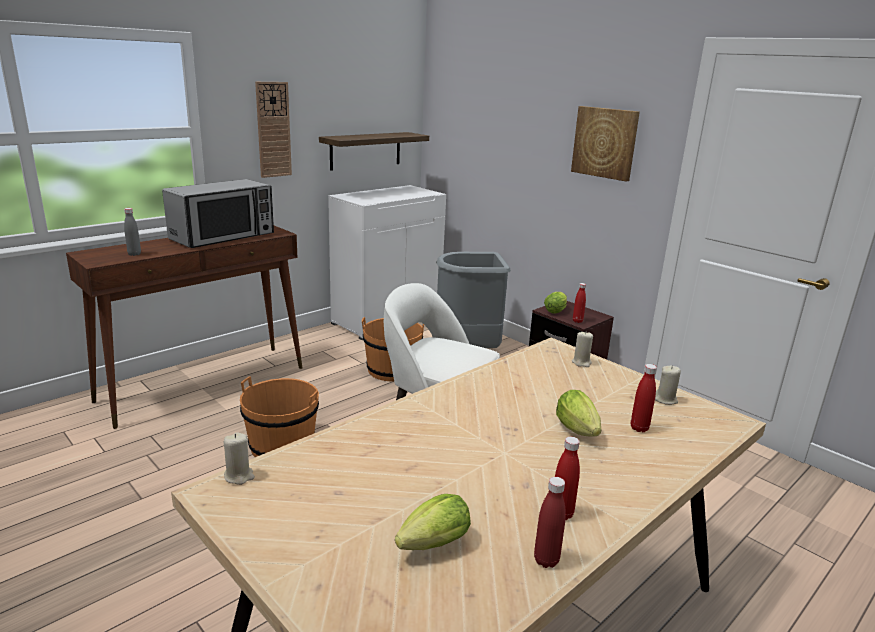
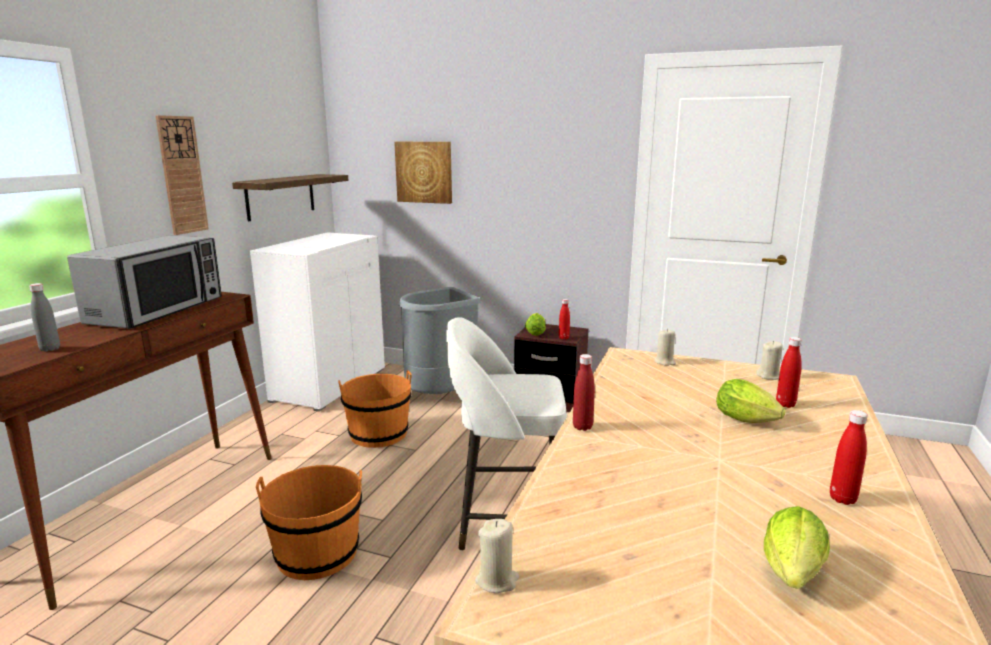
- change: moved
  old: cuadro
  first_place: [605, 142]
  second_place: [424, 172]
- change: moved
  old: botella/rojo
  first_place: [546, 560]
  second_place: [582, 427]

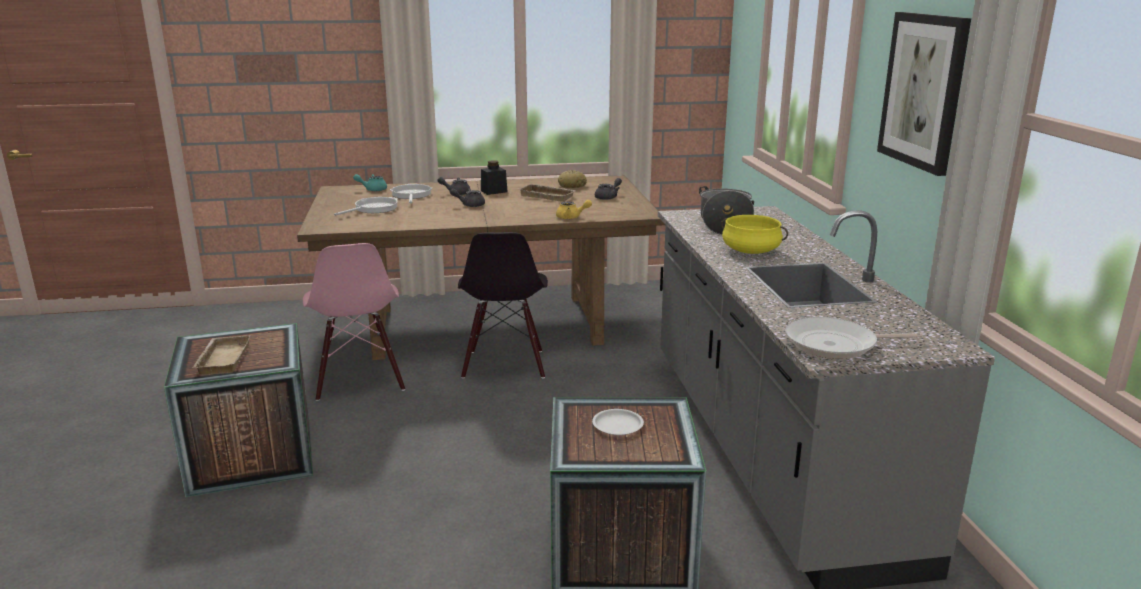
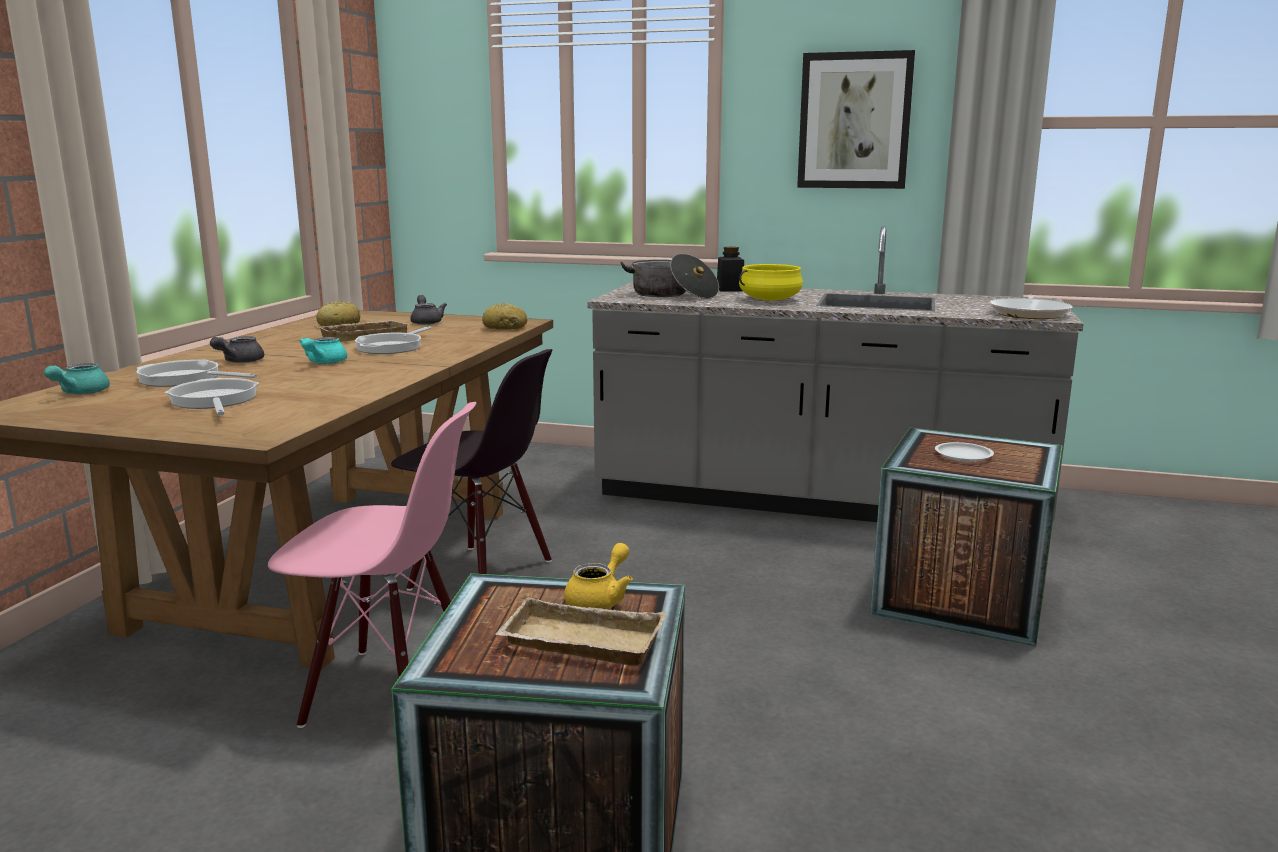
- change: moved
  old: tarro/negro
  first_place: [494, 191]
  second_place: [730, 289]
- change: recoloured
  old: tetera/gris
  new: tetera/turquesa
  first_place: [469, 205]
  second_place: [323, 362]
- change: moved
  old: tetera/amarillo
  first_place: [571, 217]
  second_place: [600, 599]
- change: added
  new: pan
  second_place: [505, 327]
- change: added
  new: sartén
  second_place: [392, 347]

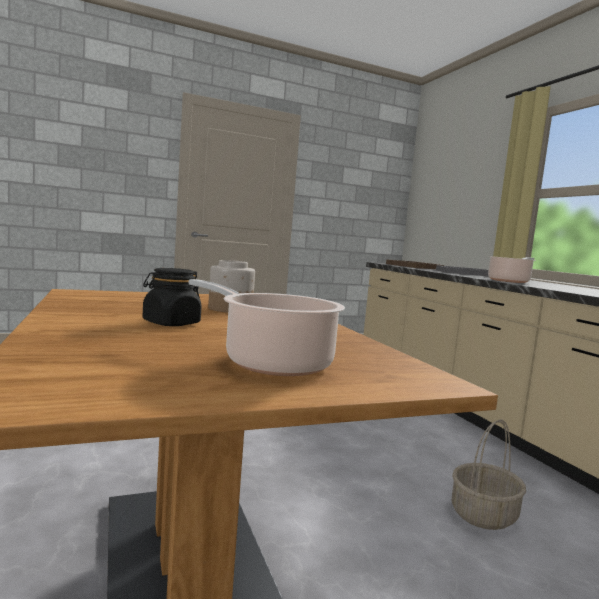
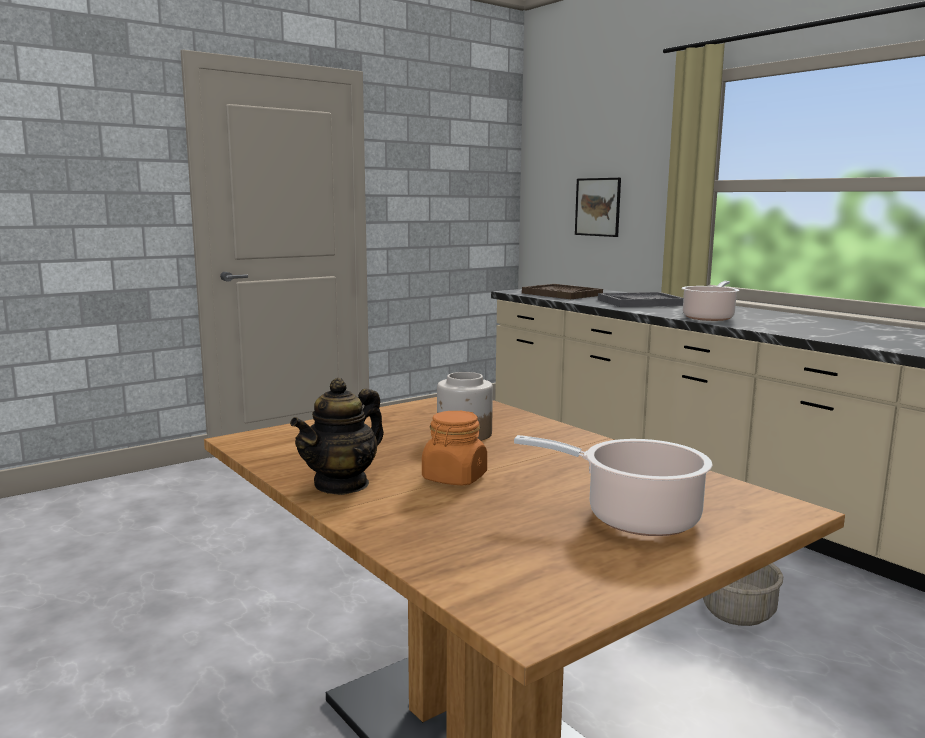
- change: recoloured
  old: tarro/negro
  new: tarro/naranja
  first_place: [171, 323]
  second_place: [454, 478]
- change: added
  new: cuadro
  second_place: [598, 207]
- change: added
  new: tetera
  second_place: [342, 484]

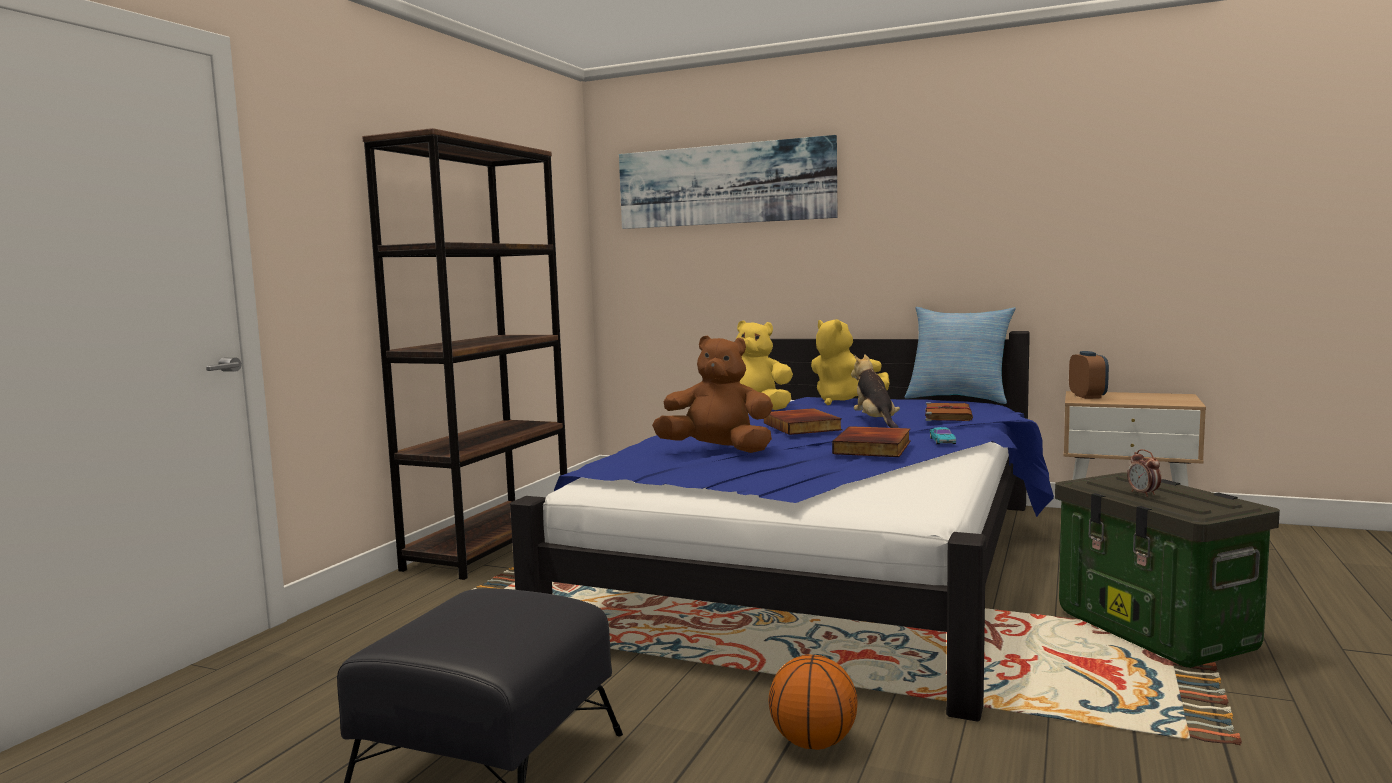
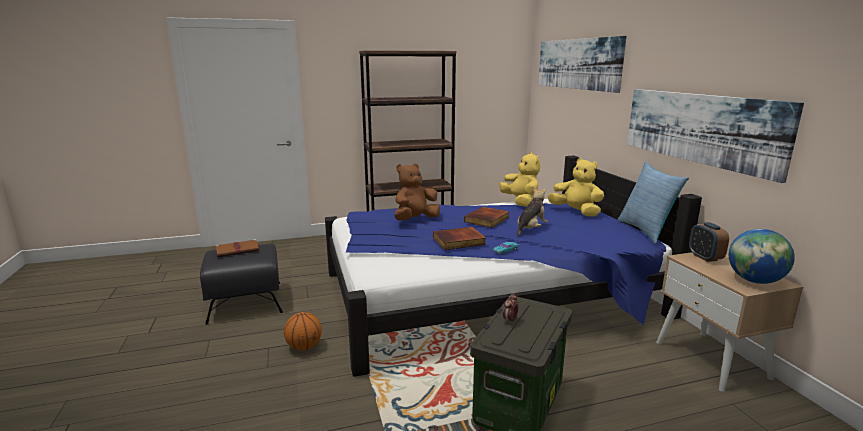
- change: turned
  old: peluche/amarillo
  first_place: [844, 402]
  second_place: [576, 212]
  degrees: 120
- change: turned
  old: peluche/marrón
  first_place: [718, 450]
  second_place: [415, 220]
  degrees: -105
- change: turned
  old: despertador
  first_place: [1087, 396]
  second_place: [705, 257]
  degrees: 120
- change: moved
  old: libro/marrón
  first_place: [947, 415]
  second_place: [238, 250]
- change: added
  new: cuadro
  second_place: [699, 128]
- change: added
  new: globo terráqueo
  second_place: [755, 281]

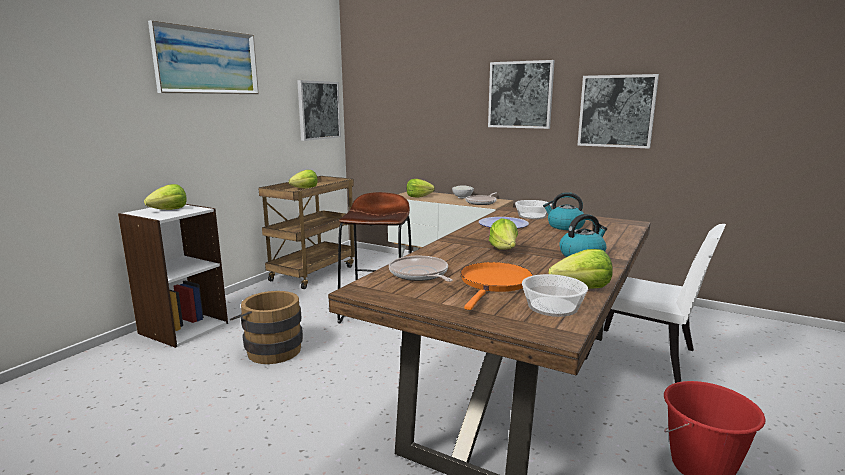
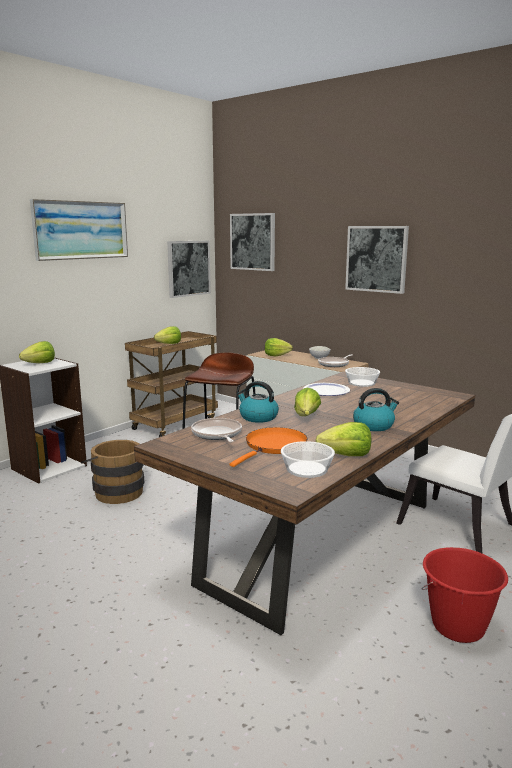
- change: moved
  old: cuadro
  first_place: [616, 111]
  second_place: [253, 242]
- change: moved
  old: hervidor
  first_place: [564, 226]
  second_place: [258, 417]

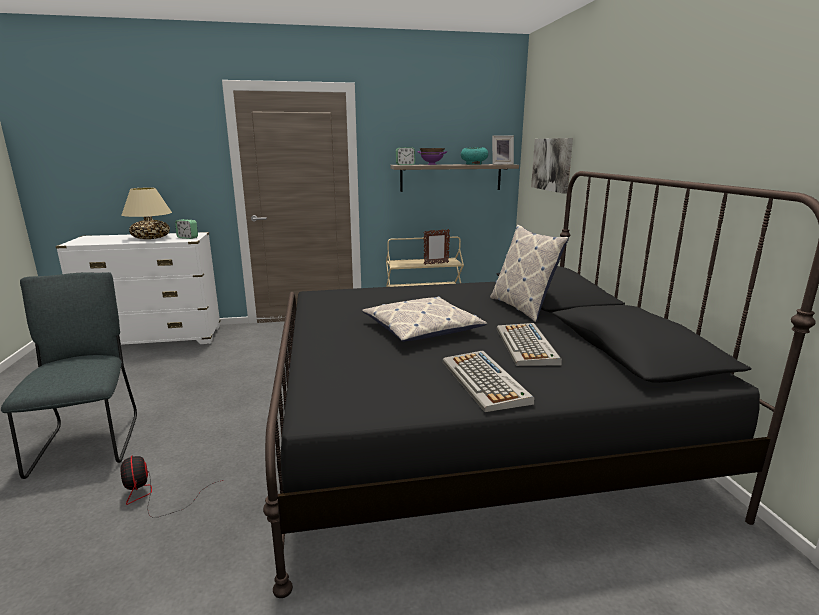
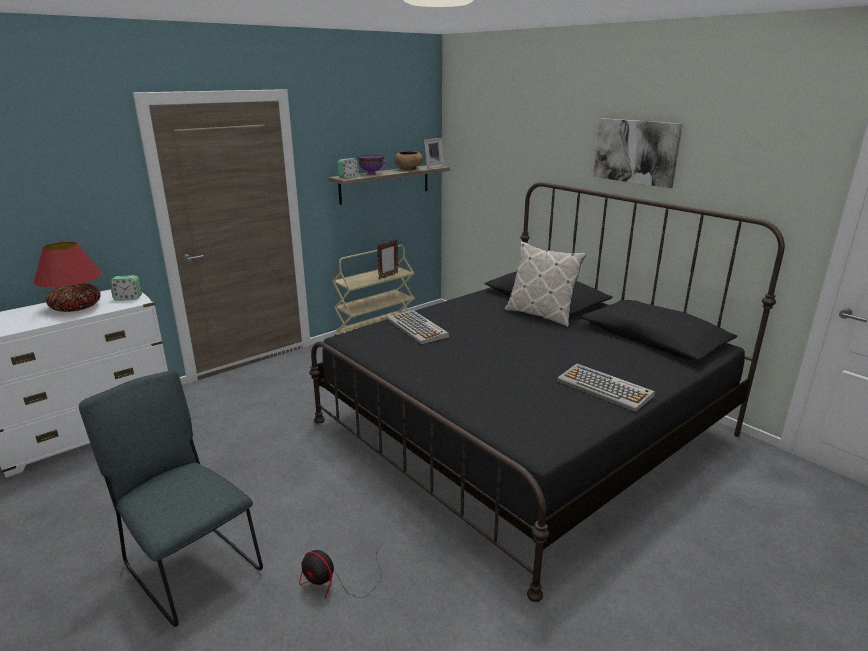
- change: moved
  old: cuadro
  first_place: [552, 164]
  second_place: [636, 151]
- change: recoloured
  old: cuenco/turquesa
  new: cuenco/marrón
  first_place: [474, 164]
  second_place: [409, 169]
- change: recoloured
  old: lámpara de mesa/beis
  new: lámpara de mesa/rojo
  first_place: [151, 238]
  second_place: [76, 307]
- change: removed
  old: cojín
  first_place: [422, 328]
- change: moved
  old: teclado
  first_place: [527, 346]
  second_place: [418, 328]

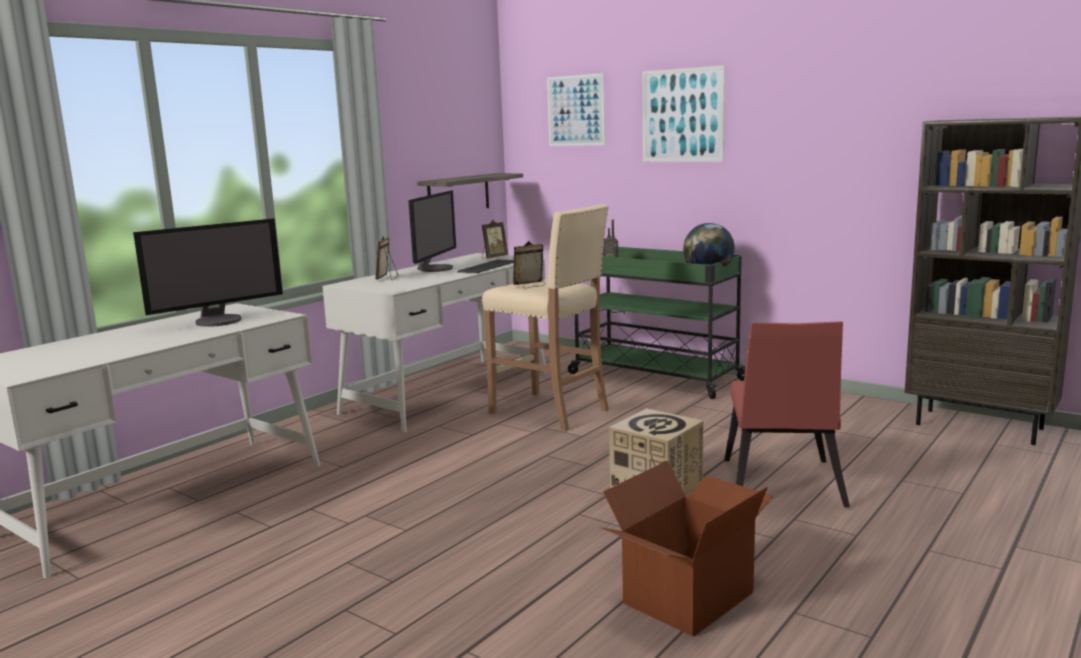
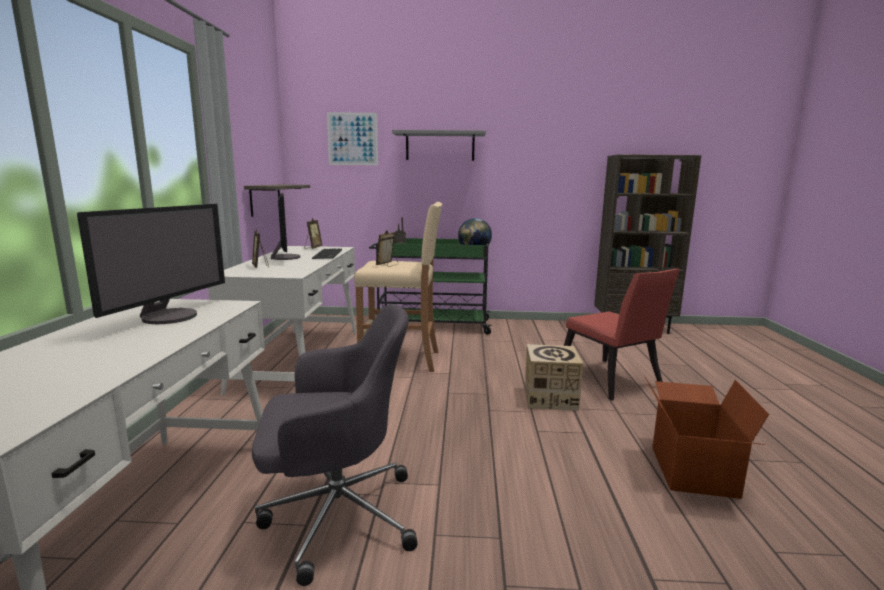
- change: replaced
  old: cuadro
  new: estante/gris
  first_place: [682, 115]
  second_place: [440, 146]
- change: added
  new: silla de oficina/gris
  second_place: [336, 515]

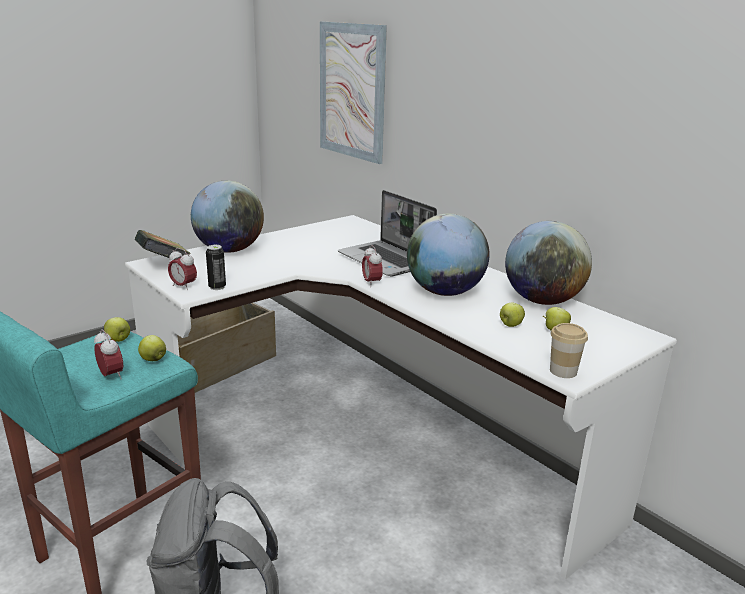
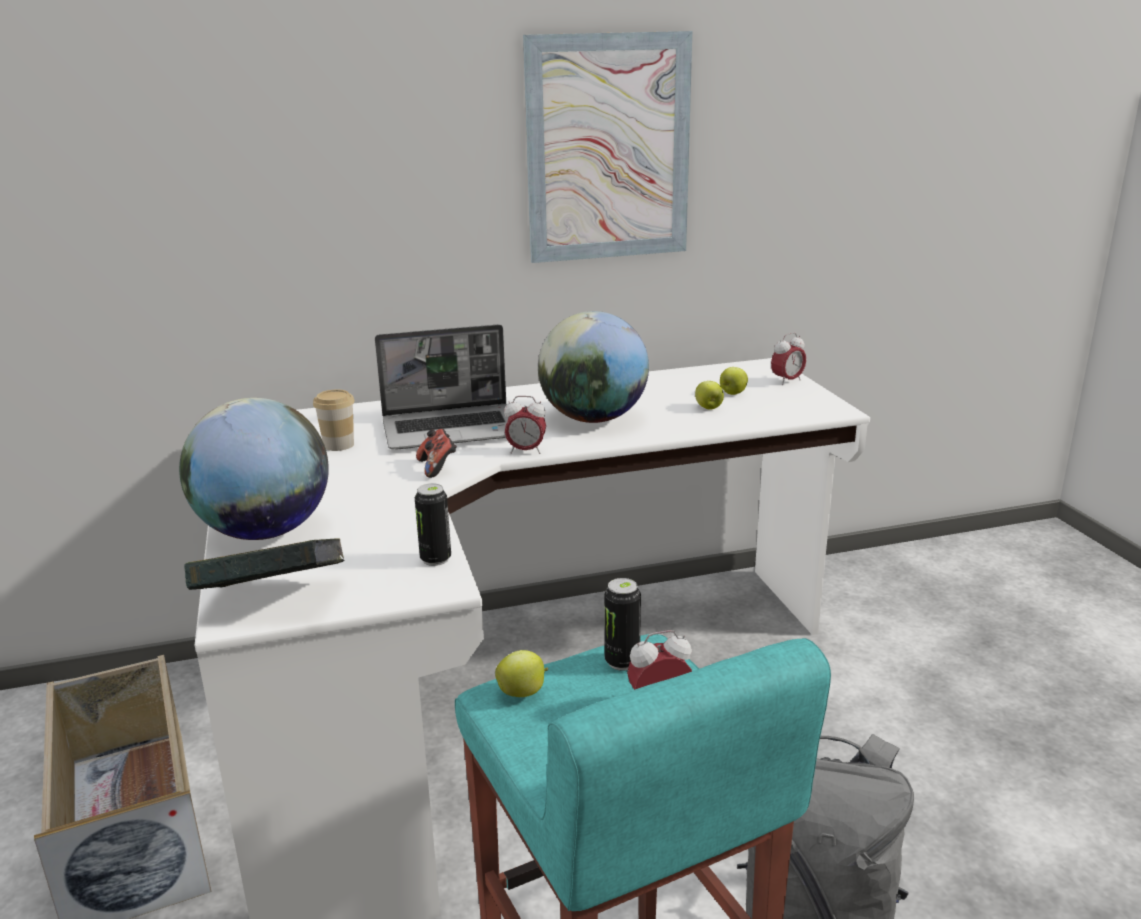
- change: moved
  old: cuadro
  first_place: [352, 91]
  second_place: [608, 149]
- change: removed
  old: globo terráqueo
  first_place: [542, 301]
- change: moved
  old: despertador
  first_place: [183, 286]
  second_place: [787, 381]
- change: moved
  old: taza
  first_place: [563, 371]
  second_place: [338, 445]
- change: replaced
  old: manzana
  new: lata
  first_place: [153, 359]
  second_place: [622, 662]
- change: added
  new: mando de consola
  second_place: [437, 467]

